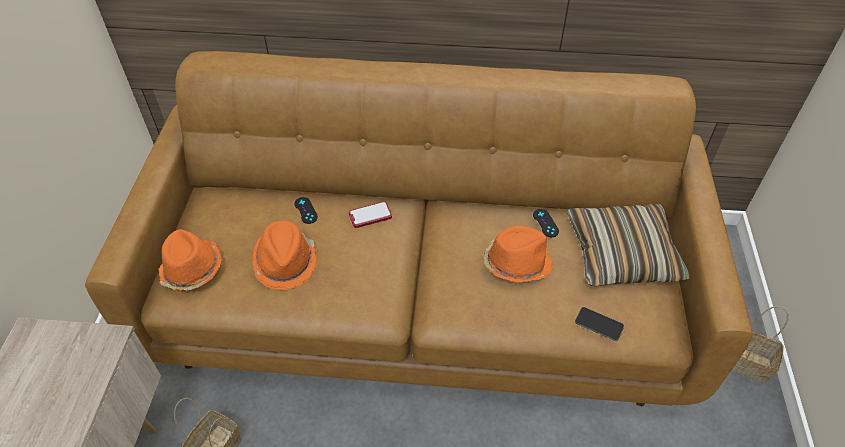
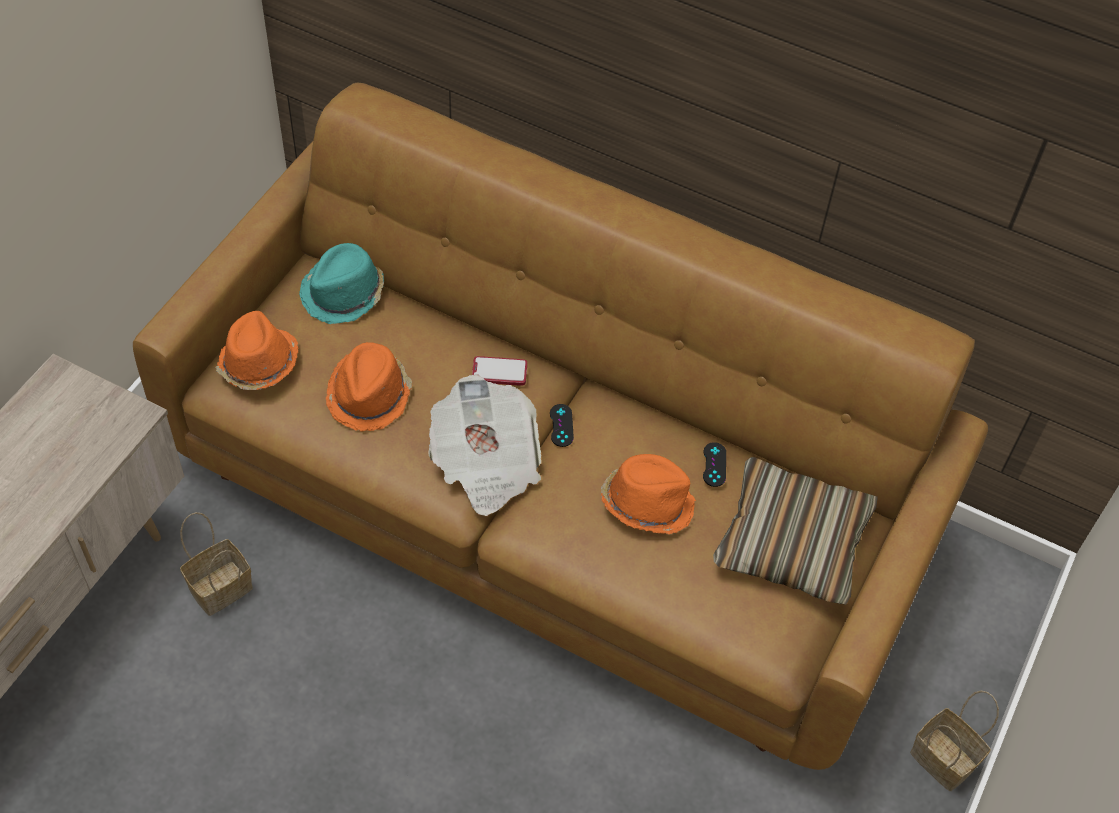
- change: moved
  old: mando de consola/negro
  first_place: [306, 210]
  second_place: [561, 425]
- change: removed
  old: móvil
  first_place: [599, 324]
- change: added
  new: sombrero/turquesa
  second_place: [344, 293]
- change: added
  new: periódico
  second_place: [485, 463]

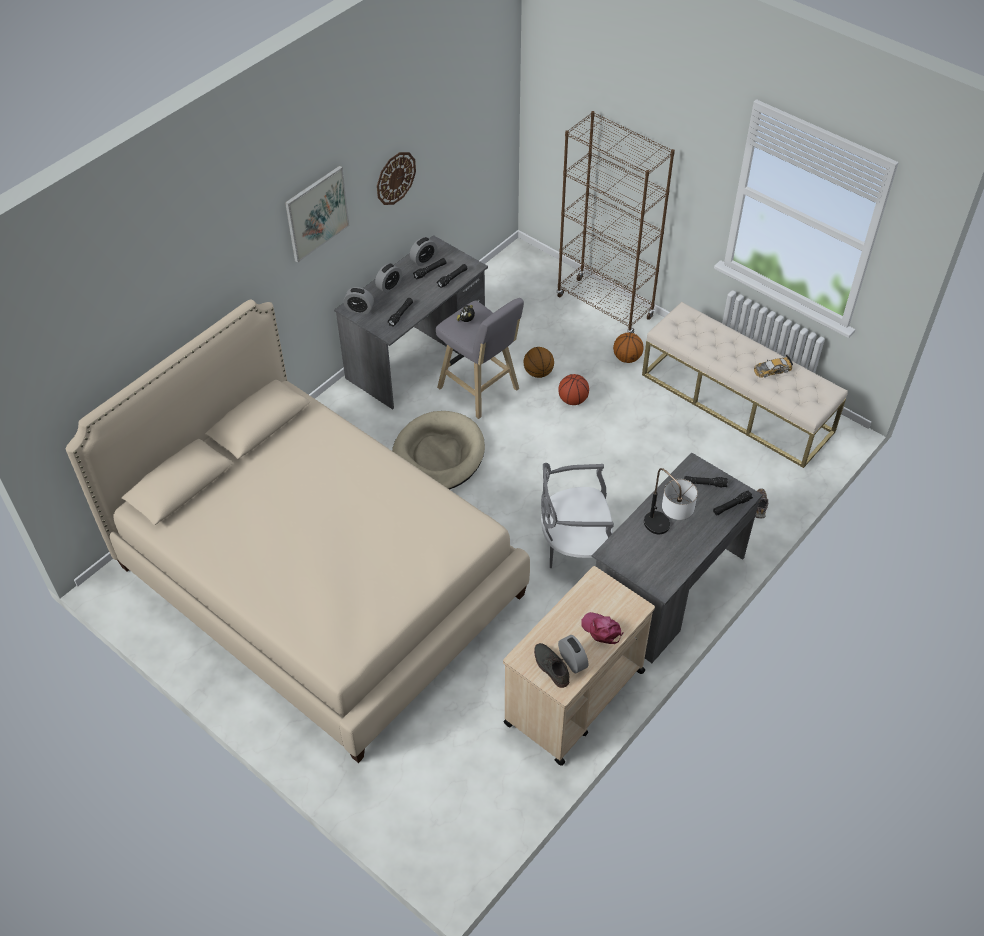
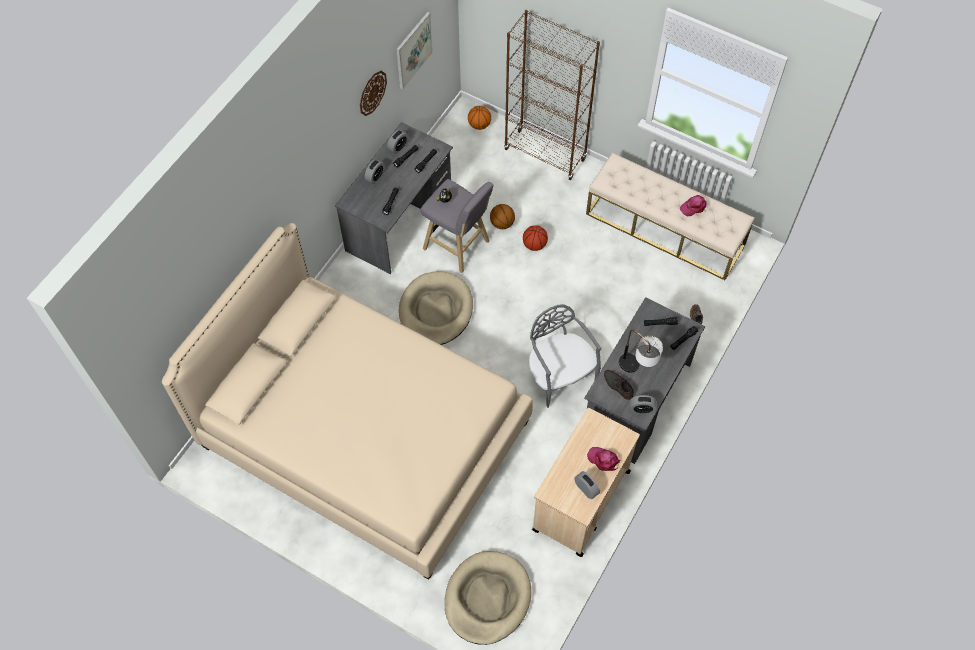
- change: moved
  old: cuadro
  first_place: [317, 213]
  second_place: [413, 50]
- change: moved
  old: despertador
  first_place: [359, 309]
  second_place: [641, 409]
- change: moved
  old: balón de baloncesto
  first_place: [627, 358]
  second_place: [479, 125]
- change: replaced
  old: coche de juguete
  new: gorra/rosa
  first_place: [772, 369]
  second_place: [693, 207]
- change: turned
  old: silla/gris
  first_place: [575, 547]
  second_place: [560, 375]
  degrees: 75
- change: moved
  old: zapato/gris
  first_place: [550, 667]
  second_place: [618, 385]
- change: added
  new: cama para perro/beis
  second_place: [487, 598]

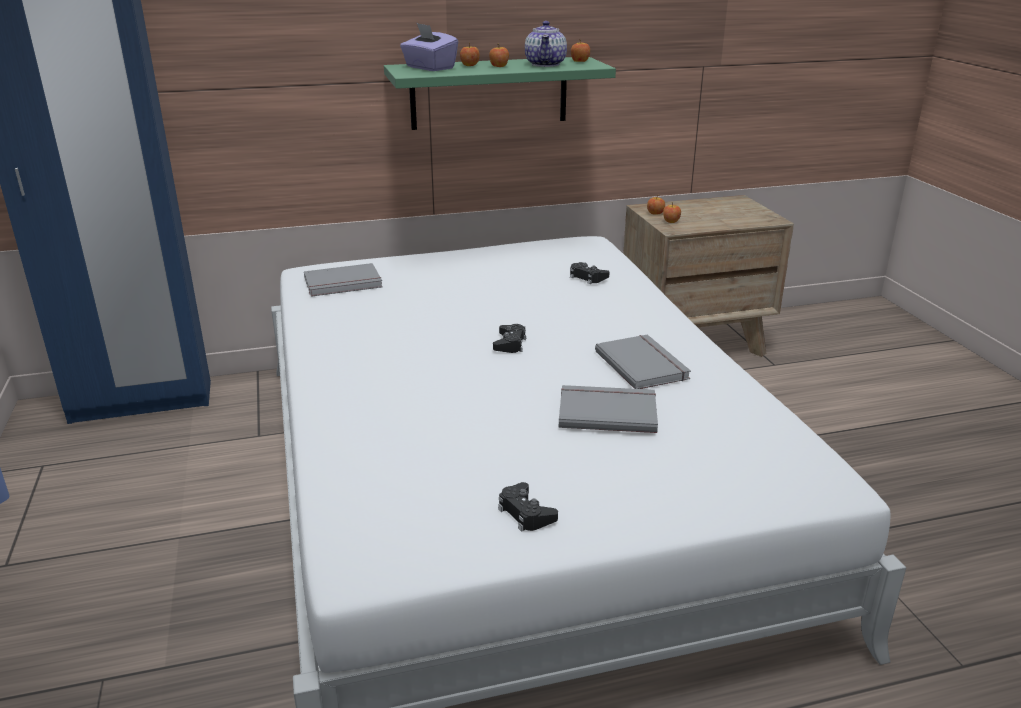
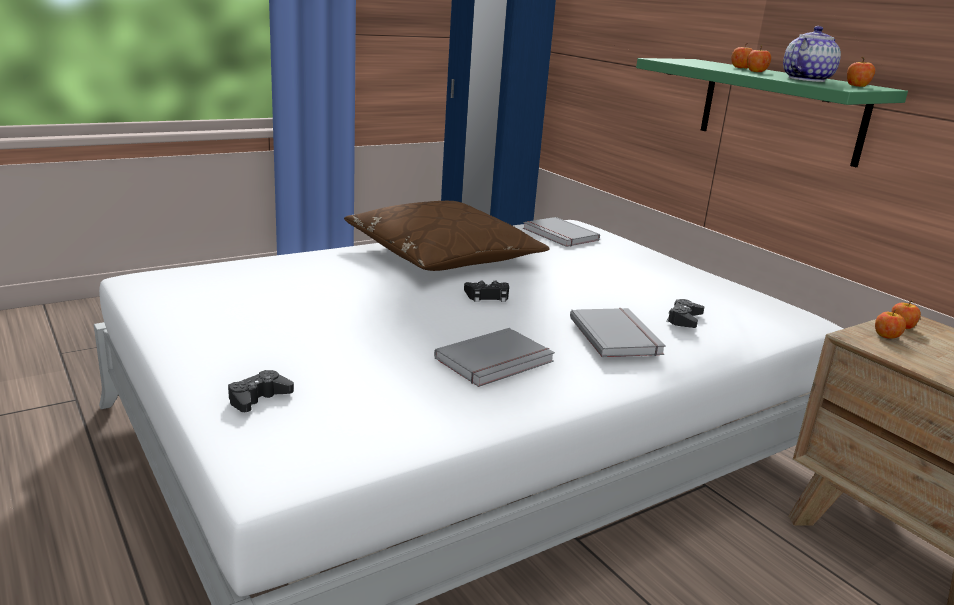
- change: turned
  old: tetera
  first_place: [546, 64]
  second_place: [805, 79]
  degrees: 150
- change: removed
  old: caja de pañuelos/morado
  first_place: [429, 68]
- change: moved
  old: libro/gris
  first_place: [607, 411]
  second_place: [617, 335]
- change: moved
  old: mando de consola/negro
  first_place: [525, 513]
  second_place: [258, 398]
- change: added
  new: cojín/marrón
  second_place: [443, 255]

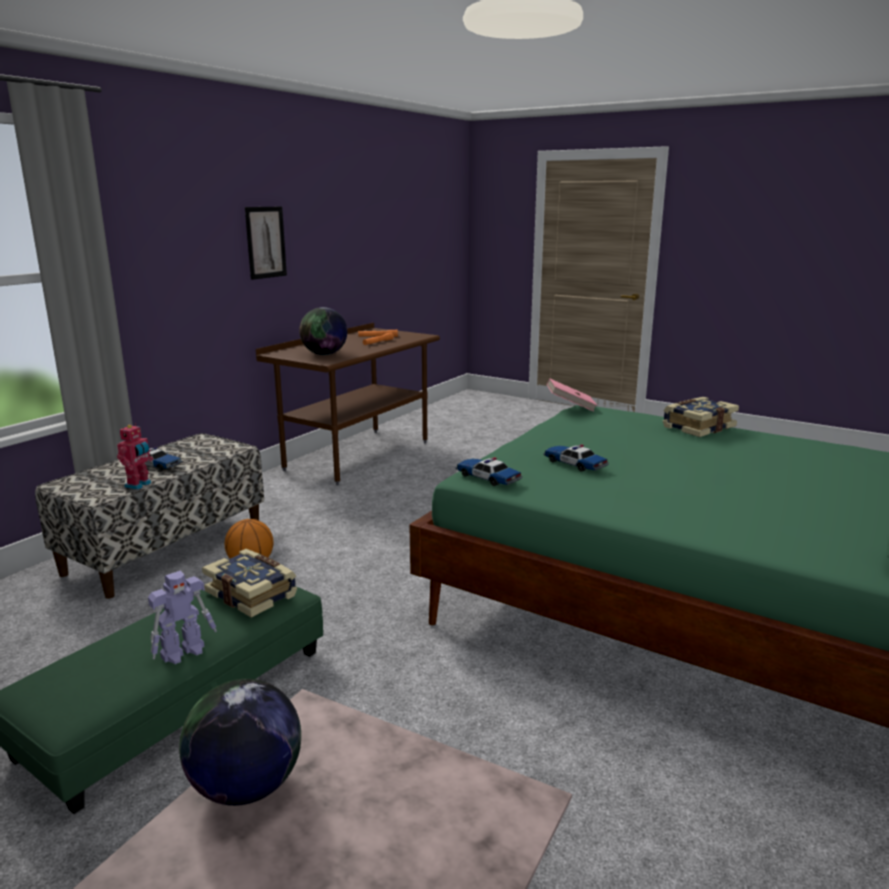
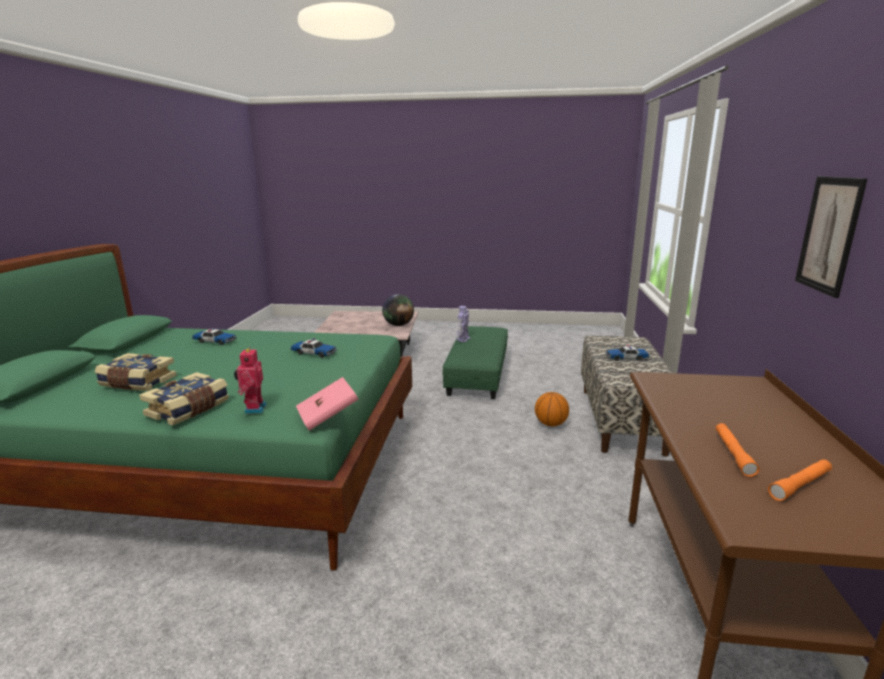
- change: removed
  old: globo terráqueo
  first_place: [324, 354]
- change: moved
  old: robot de juguete
  first_place: [139, 485]
  second_place: [253, 408]
- change: moved
  old: coche de juguete
  first_place: [488, 478]
  second_place: [215, 341]
- change: moved
  old: libro
  first_place: [252, 594]
  second_place: [137, 382]

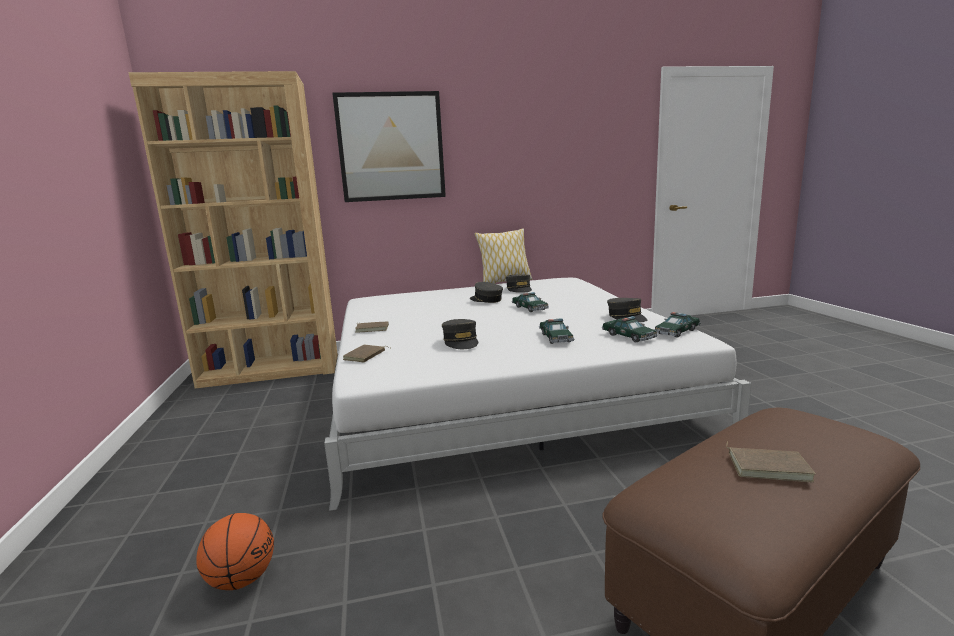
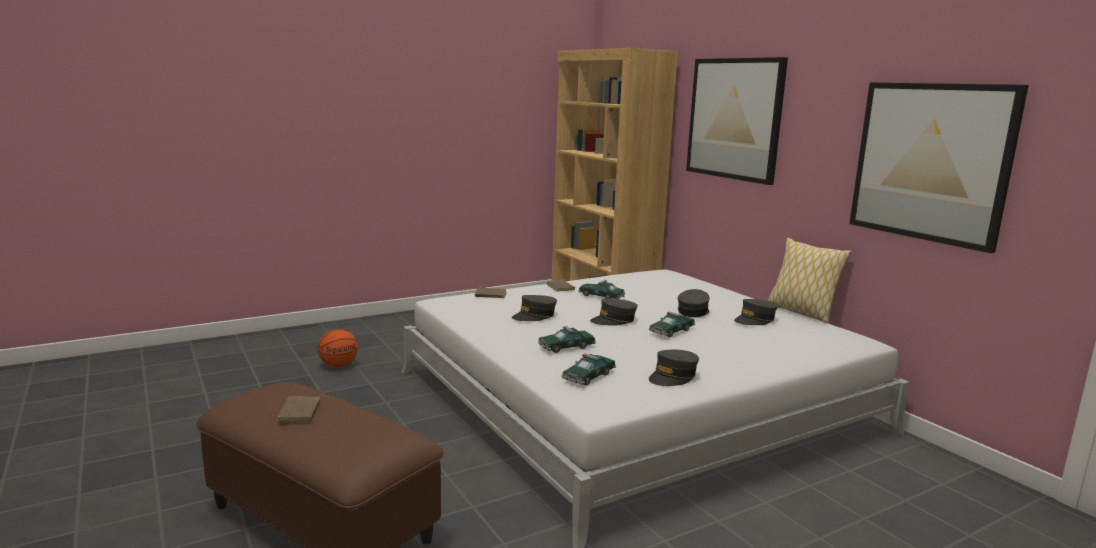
- change: moved
  old: coche de juguete
  first_place: [677, 332]
  second_place: [601, 296]
- change: added
  new: cuadro
  second_place: [931, 162]
- change: added
  new: gorra/gris
  second_place: [614, 320]

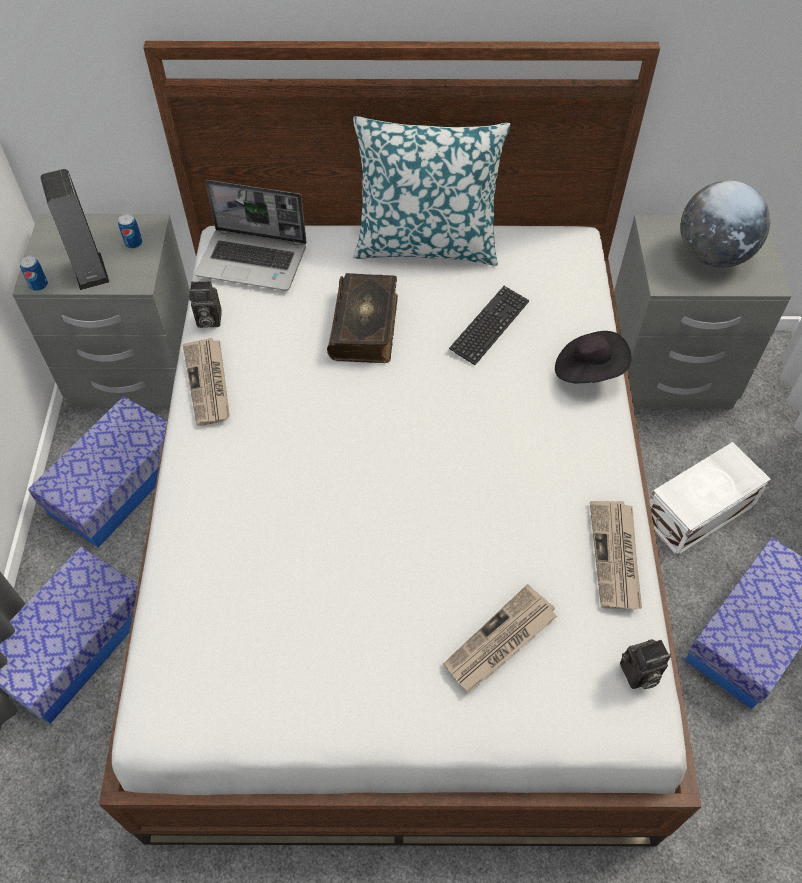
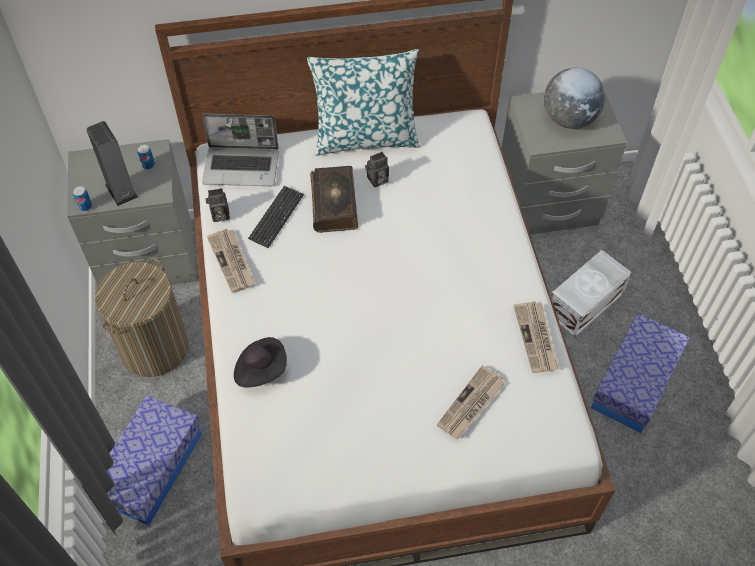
- change: moved
  old: teclado
  first_place: [489, 326]
  second_place: [276, 217]
- change: moved
  old: sombrero/negro
  first_place: [588, 370]
  second_place: [261, 370]
- change: replaced
  old: caja de almacenaje
  new: cesto de la ropa
  first_place: [117, 484]
  second_place: [154, 347]
- change: moved
  old: cámara
  first_place: [638, 675]
  second_place: [377, 180]

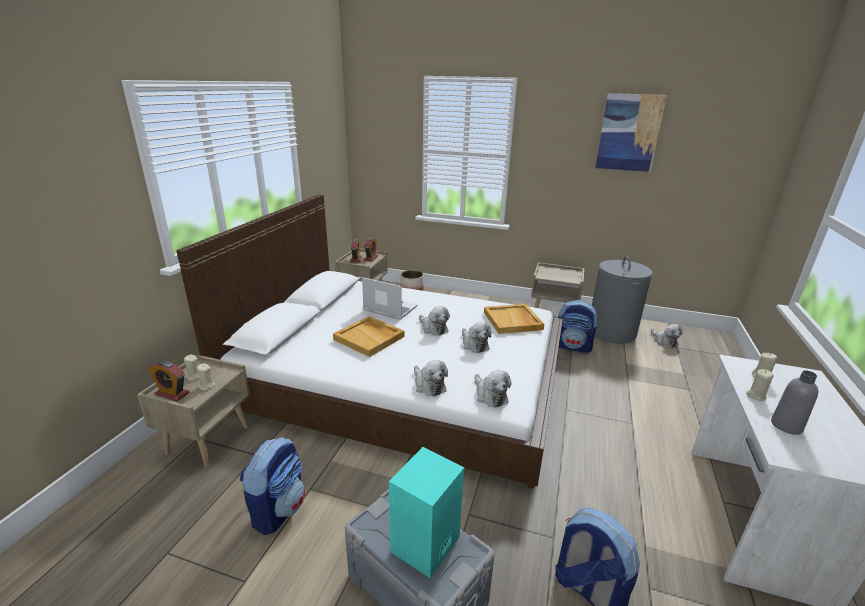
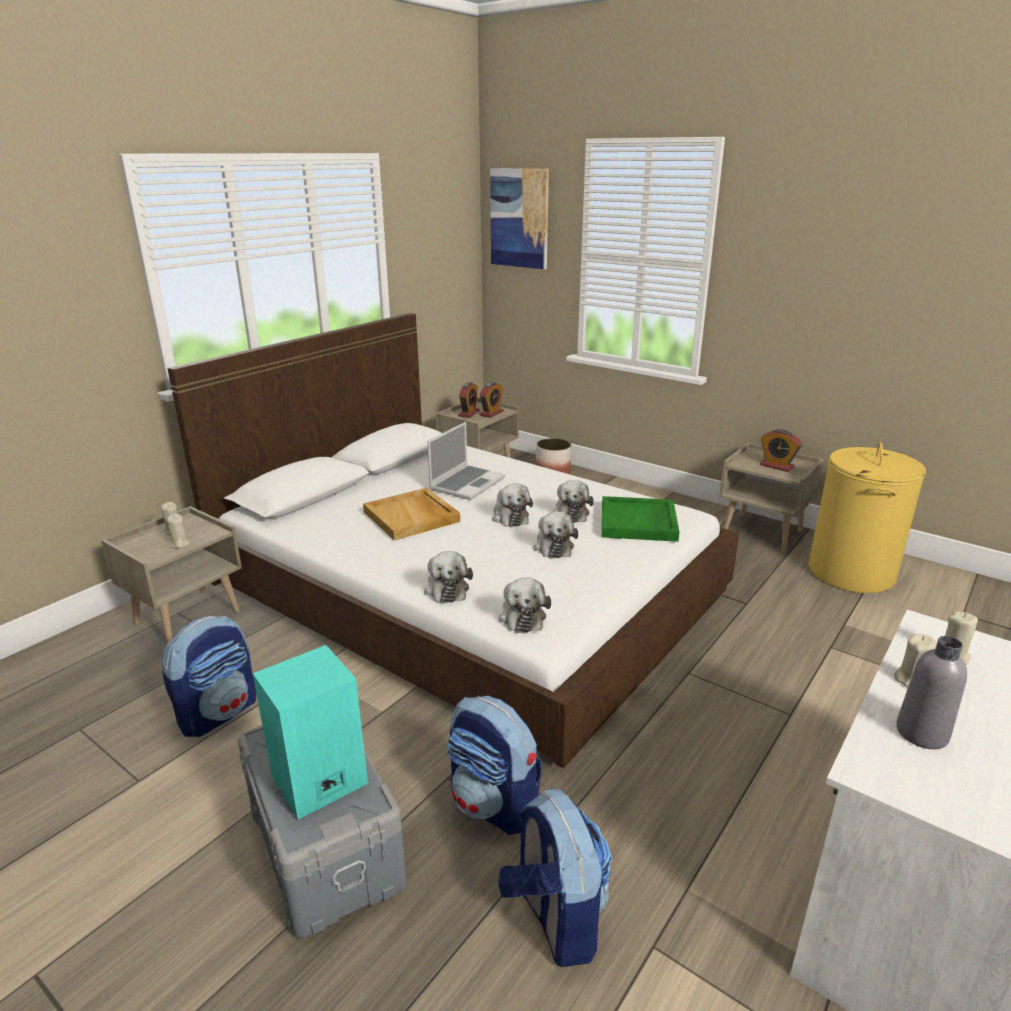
- change: moved
  old: cuadro
  first_place: [629, 133]
  second_place: [519, 218]
- change: recoloured
  old: cesto de la ropa/gris
  new: cesto de la ropa/amarillo
  first_place: [611, 332]
  second_place: [851, 572]
- change: turned
  old: portátil
  first_place: [389, 309]
  second_place: [467, 483]
  degrees: 75
- change: moved
  old: mochila
  first_place: [573, 346]
  second_place: [494, 804]
- change: recoloured
  old: bandeja/beis
  new: bandeja/verde
  first_place: [513, 321]
  second_place: [639, 522]
- change: moved
  old: peluche
  first_place: [664, 341]
  second_place: [570, 513]
- change: moved
  old: despertador
  first_place: [172, 394]
  second_place: [776, 466]

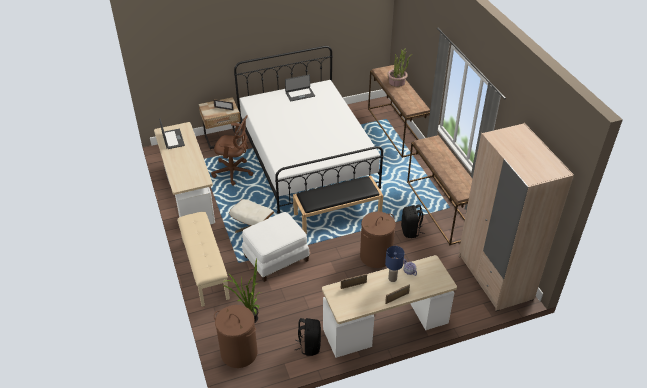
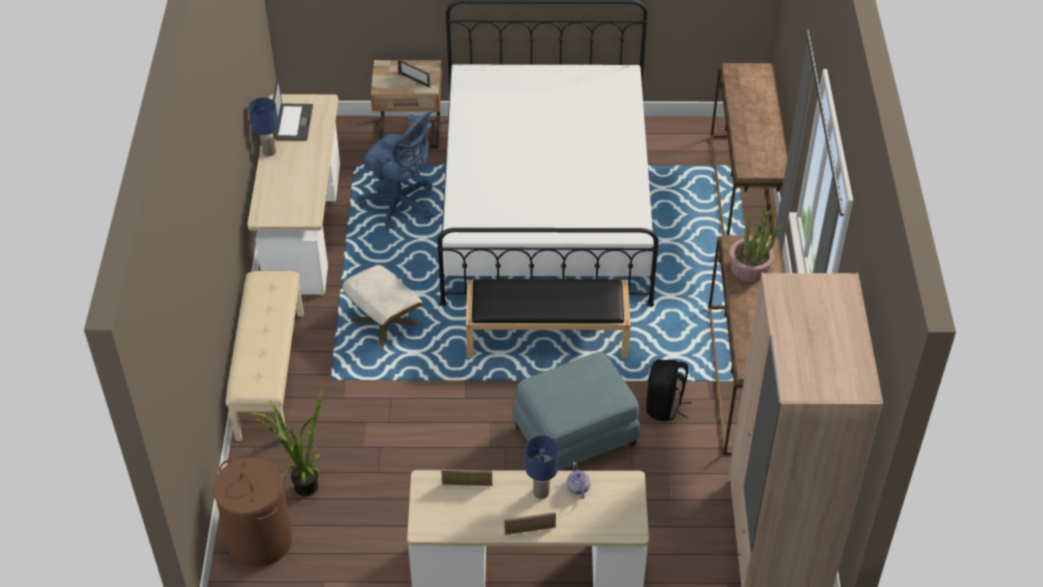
- change: moved
  old: planta en maceta
  first_place: [397, 82]
  second_place: [750, 268]
- change: removed
  old: portátil
  first_place: [300, 94]
- change: recoloured
  old: silla de oficina/marrón
  new: silla de oficina/azul
  first_place: [234, 172]
  second_place: [401, 205]
- change: replaced
  old: cesto de la ropa/marrón
  new: puf/azul
  first_place: [376, 256]
  second_place: [575, 437]
- change: removed
  old: puf/blanco
  first_place: [276, 258]
- change: removed
  old: mochila/negro
  first_place: [309, 345]
- change: added
  new: lámpara de mesa/azul
  second_place: [268, 152]

